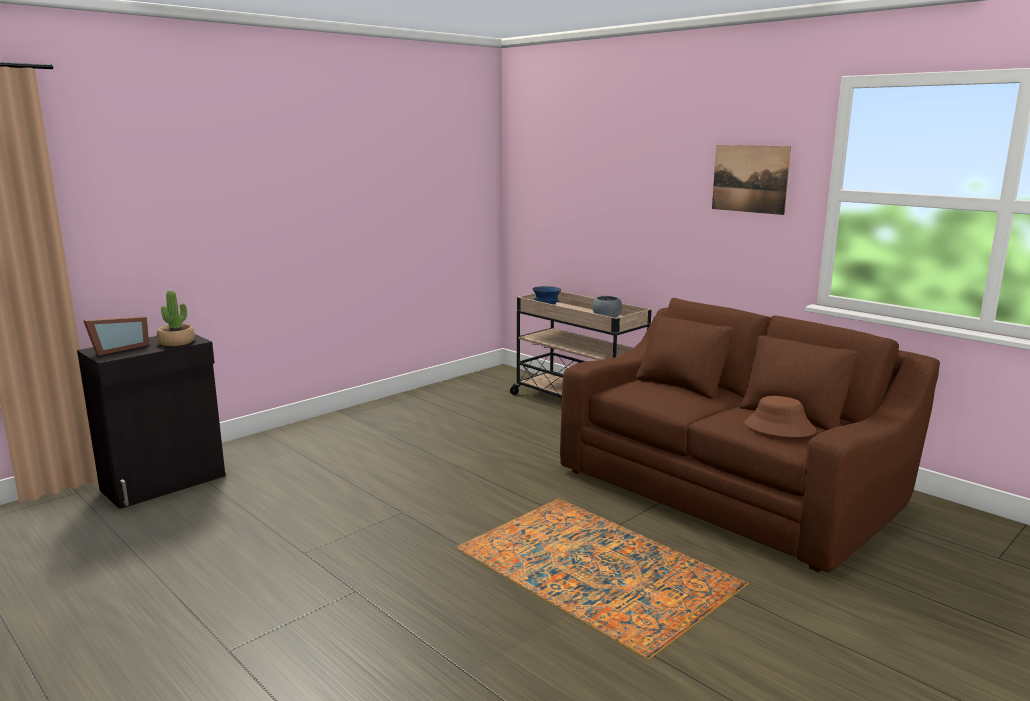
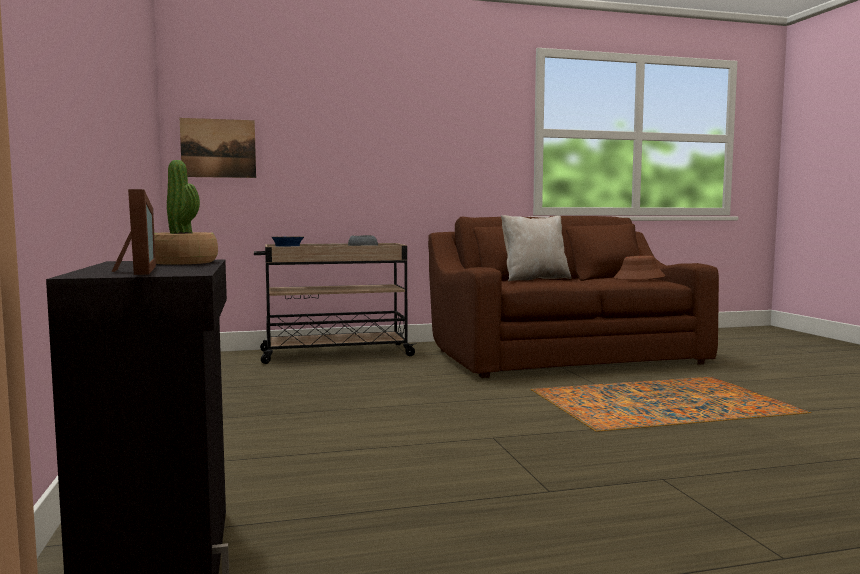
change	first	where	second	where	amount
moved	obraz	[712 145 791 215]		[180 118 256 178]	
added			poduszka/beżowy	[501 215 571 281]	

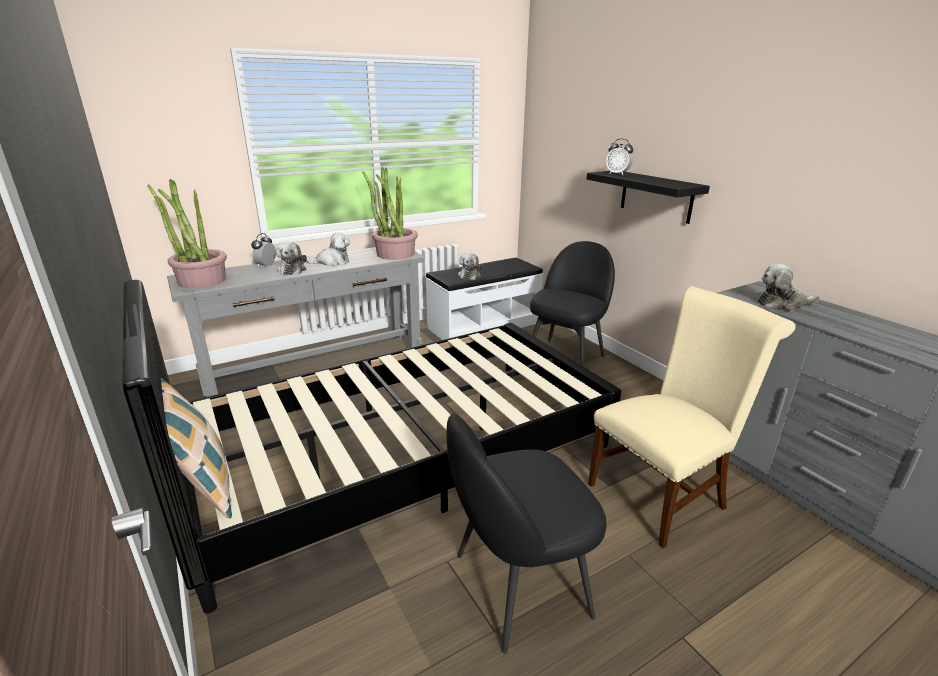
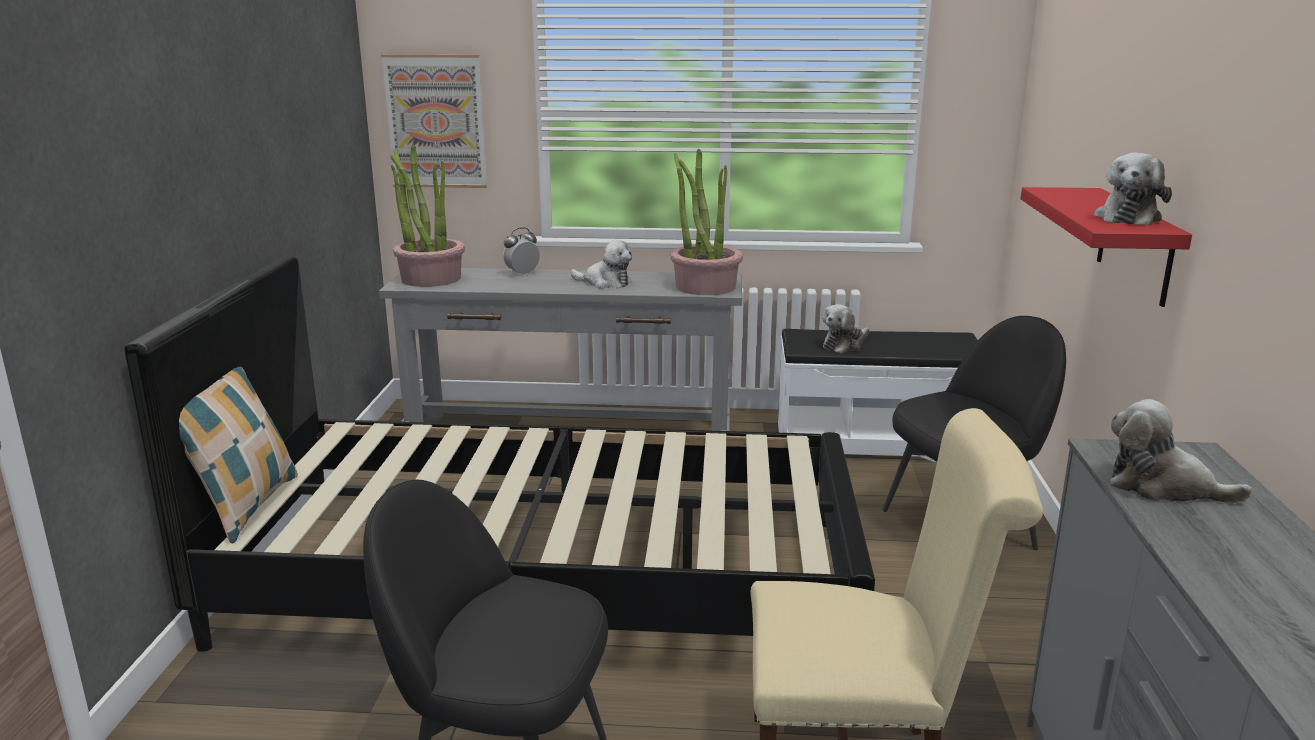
change	first	where	second	where	amount
moved	pluszak	[276 241 307 275]		[1094 153 1172 226]	
recoloured	półka/czarny	[587 171 710 224]	półka/czerwony	[1021 187 1192 307]	
removed	budzik	[606 139 633 175]			
added			obraz	[381 54 487 188]	

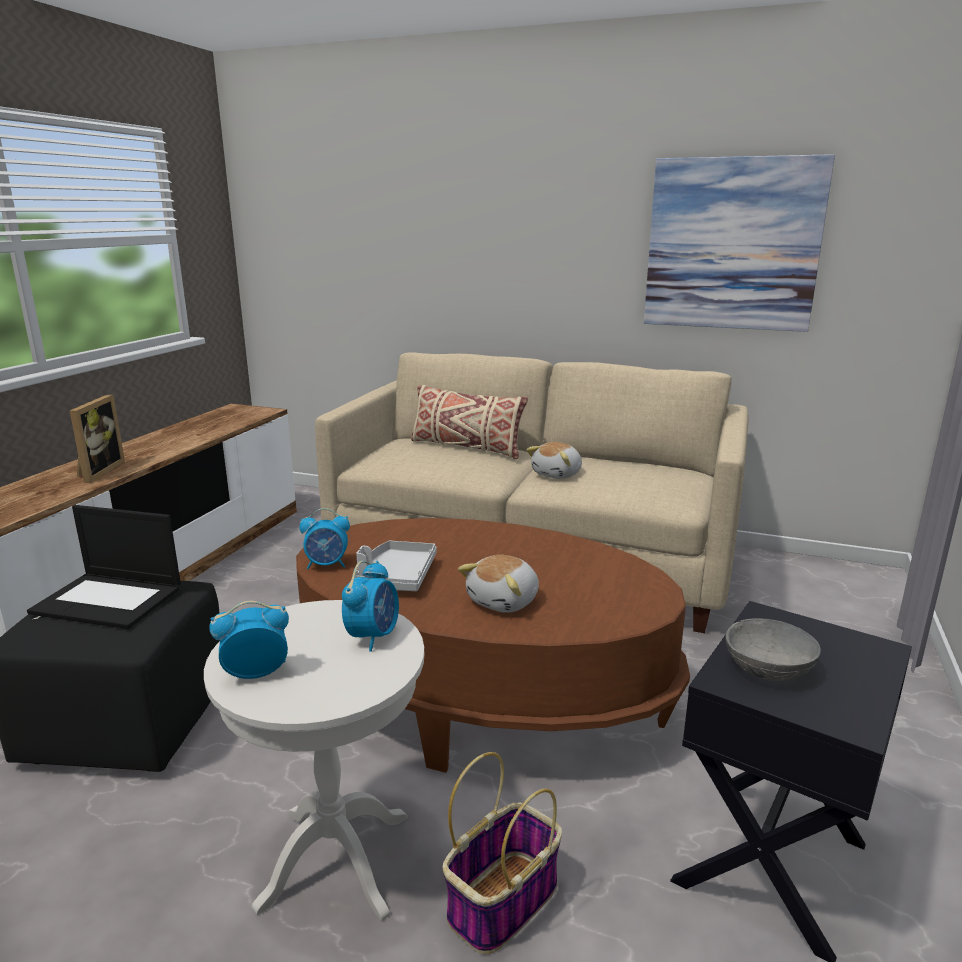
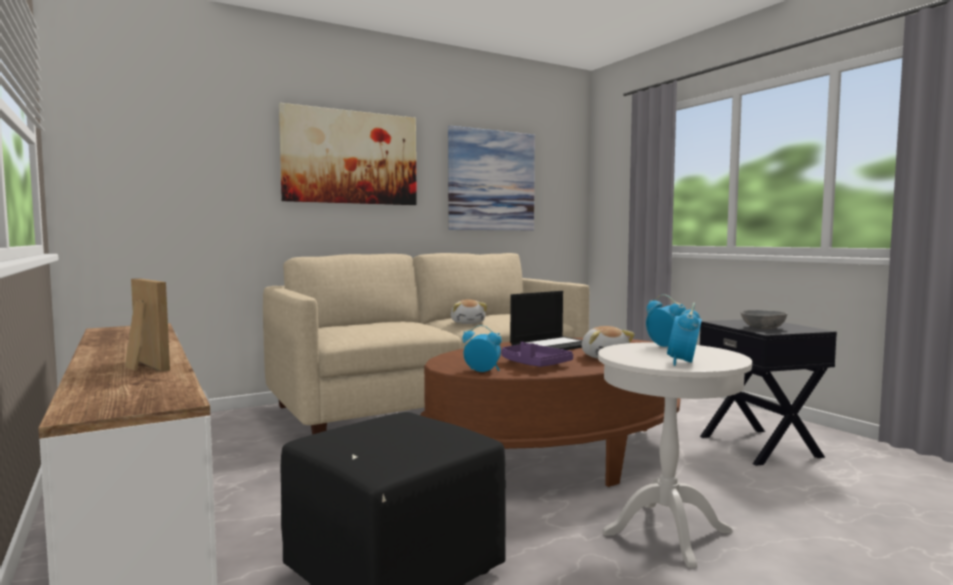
change	first	where	second	where	amount
moved	laptop	[27 505 181 629]		[510 291 582 350]	
turned	budzik	[299 508 350 569]		[462 325 502 372]	105 degrees counterclockwise
recoloured	taca/szary	[355 541 437 591]	taca/fioletowy	[501 342 573 367]	
removed	poduszka/beżowy	[411 385 528 459]			
removed	koszyk	[442 752 562 954]			
added			obraz	[279 103 417 205]	

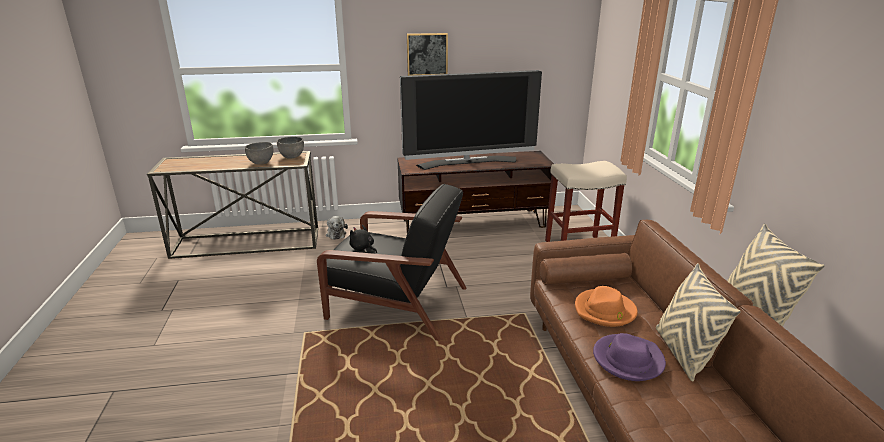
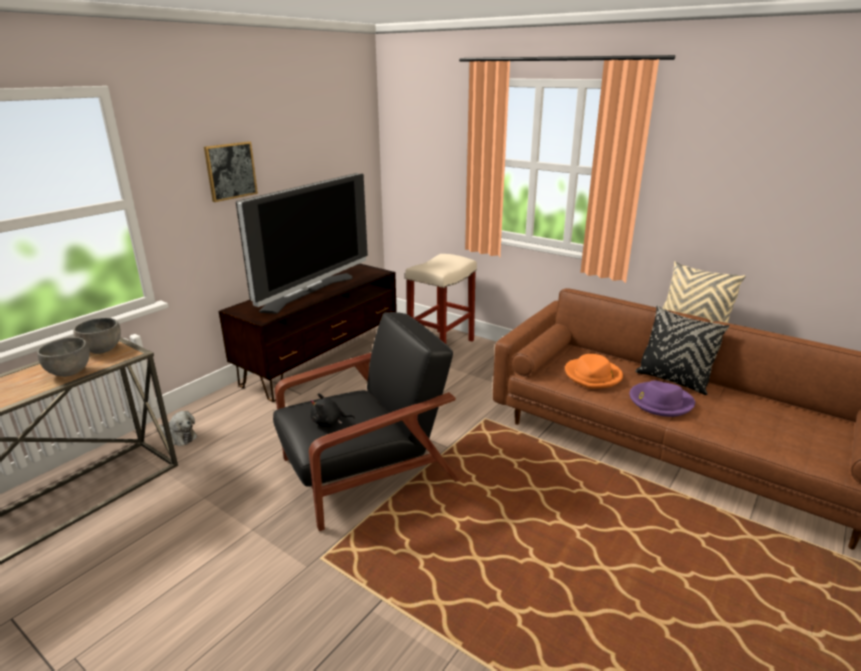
change	first	where	second	where	amount
recoloured	poduszka/beżowy	[656 263 741 381]	poduszka/czarny	[635 306 729 395]	

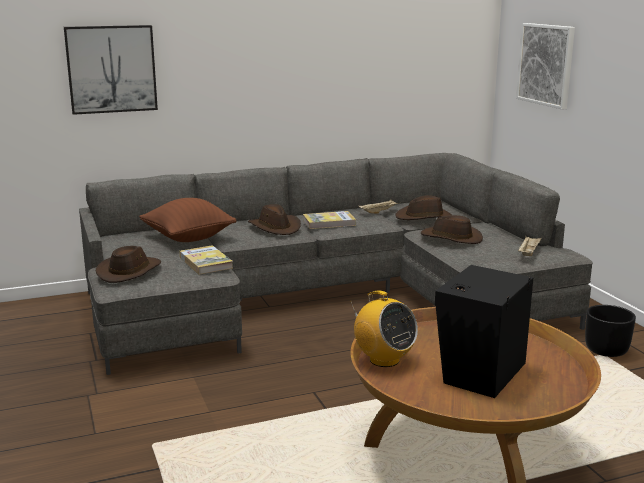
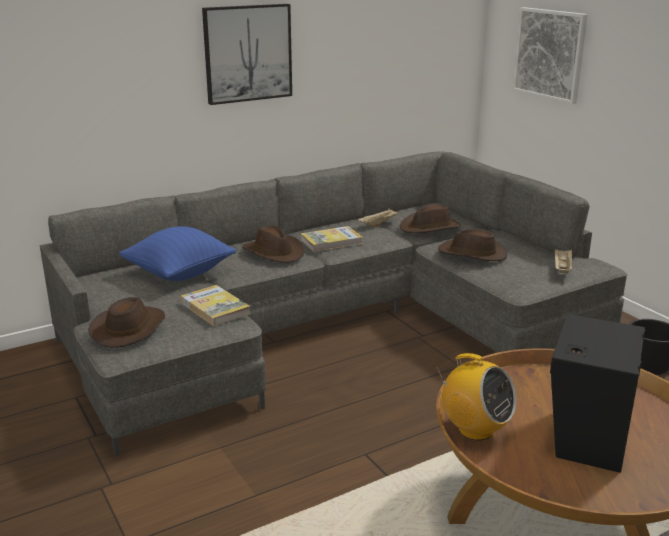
change	first	where	second	where	amount
moved	obraz	[64 25 158 115]		[202 4 292 105]	
recoloured	poduszka/brązowy	[139 198 236 242]	poduszka/niebieski	[119 226 236 281]	

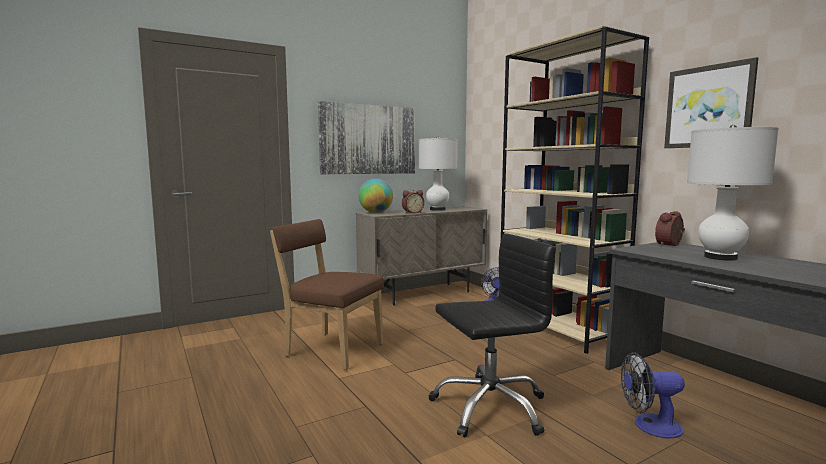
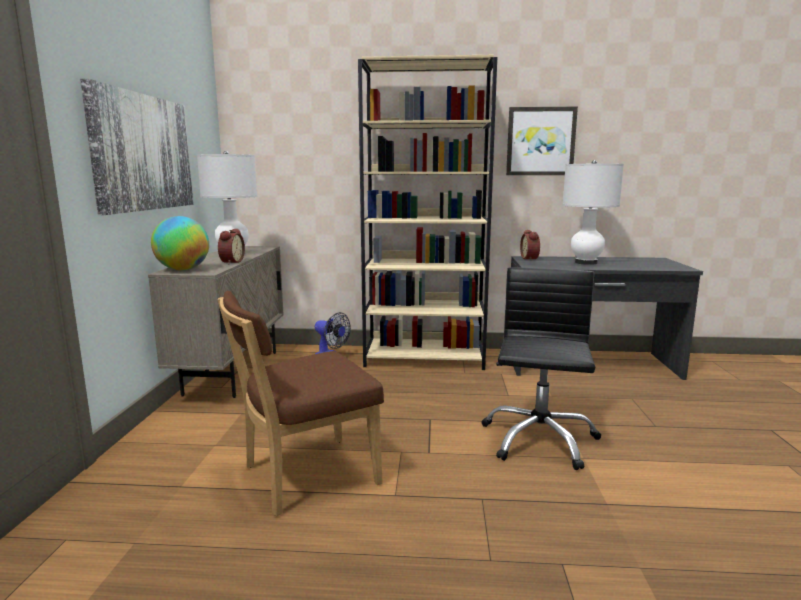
change	first	where	second	where	amount
removed	wentylator	[621 352 685 439]			

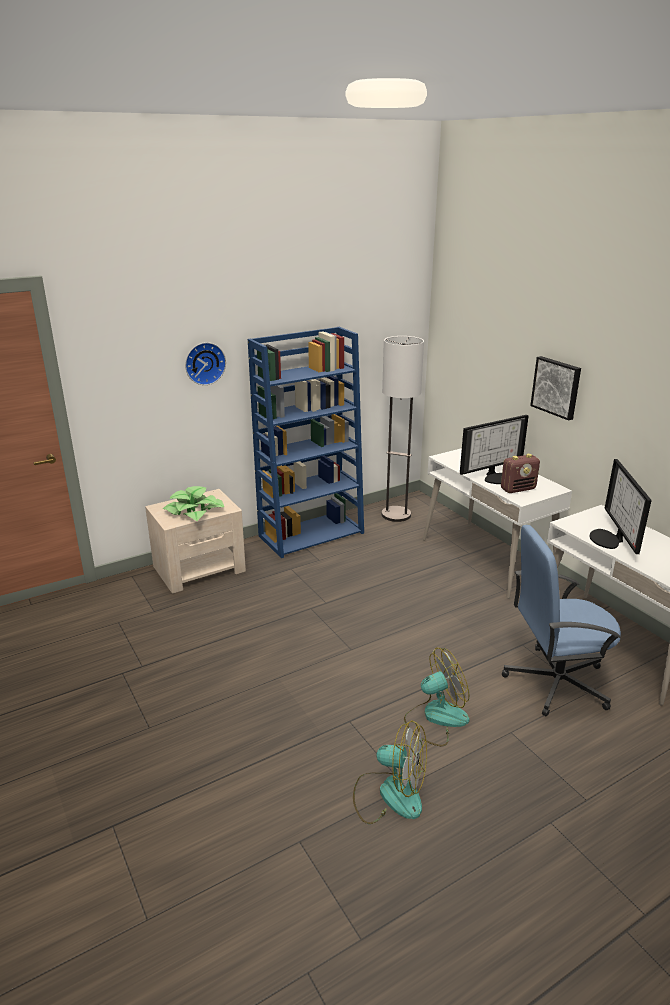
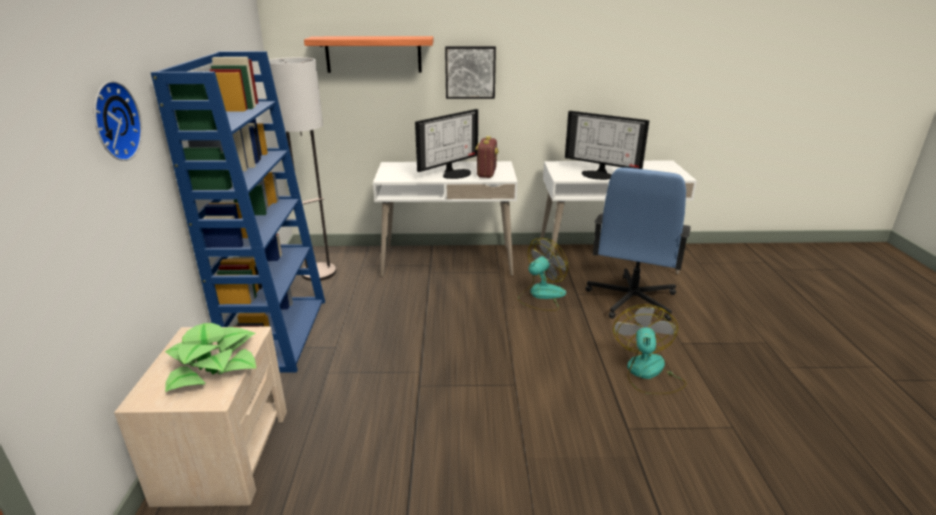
change	first	where	second	where	amount
moved	wentylator	[353 720 427 824]		[518 238 568 311]	
turned	monitor	[460 415 529 484]		[415 109 478 179]	45 degrees clockwise
added			półka	[304 36 434 73]	

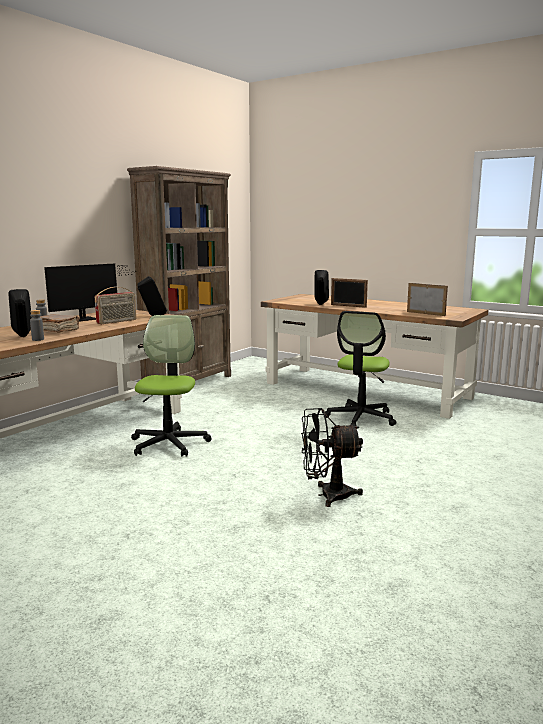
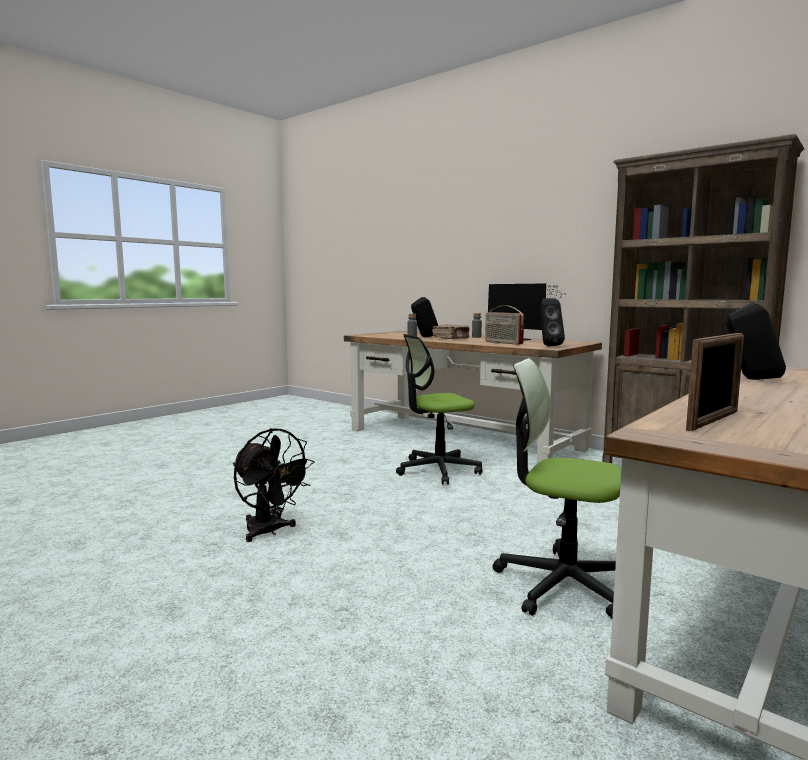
change	first	where	second	where	amount
turned	krzesło biurowe	[131 315 212 457]		[396 334 483 484]	150 degrees clockwise
turned	wentylator/czarny	[301 408 363 507]		[233 428 315 542]	135 degrees clockwise
removed	ramka na zdjęcie	[331 278 368 308]			

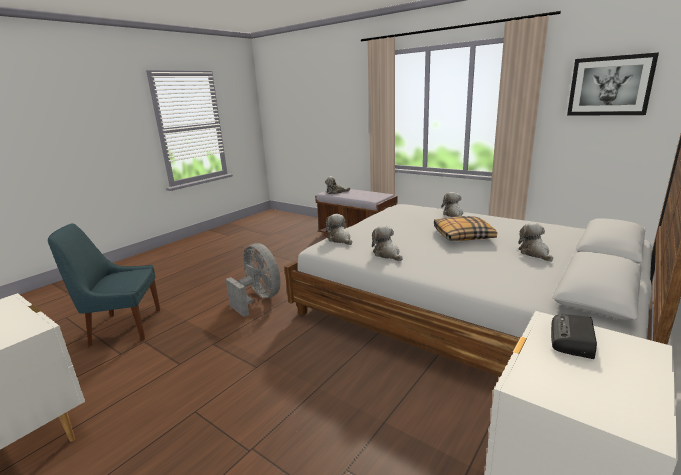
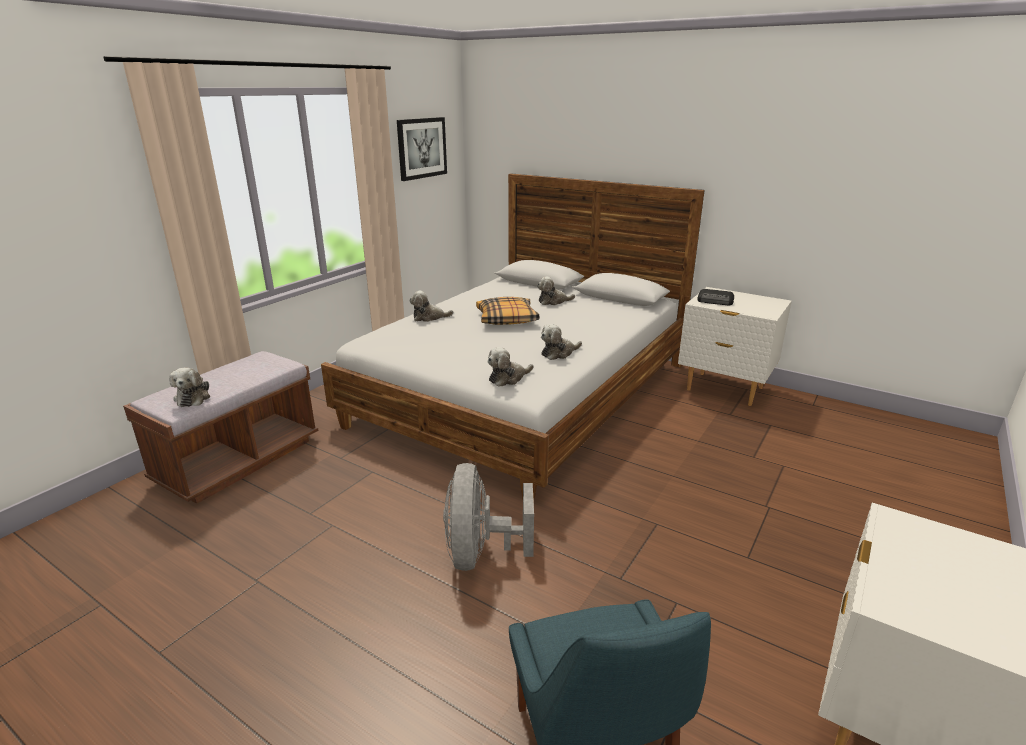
change	first	where	second	where	amount
turned	wentylator/szary	[226 243 281 317]		[443 463 534 571]	45 degrees counterclockwise

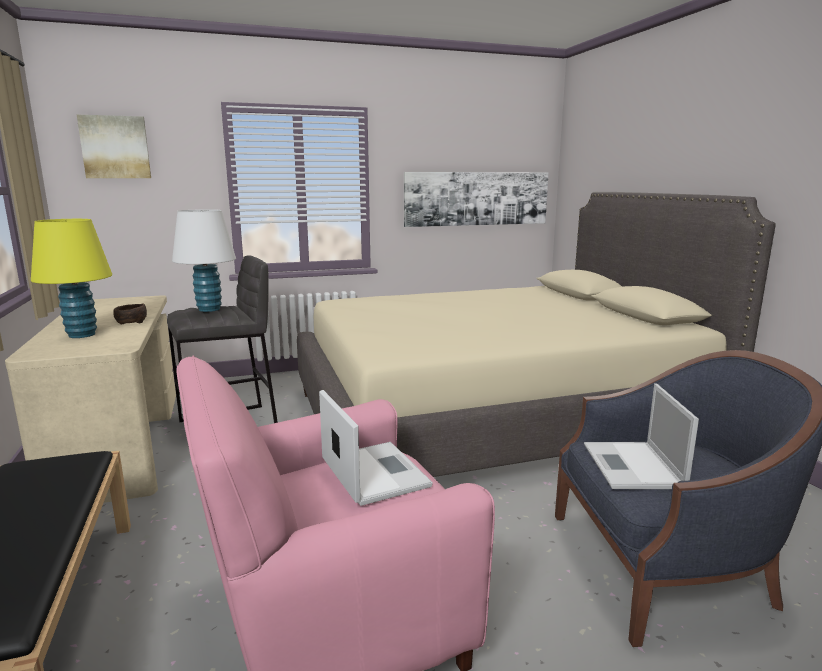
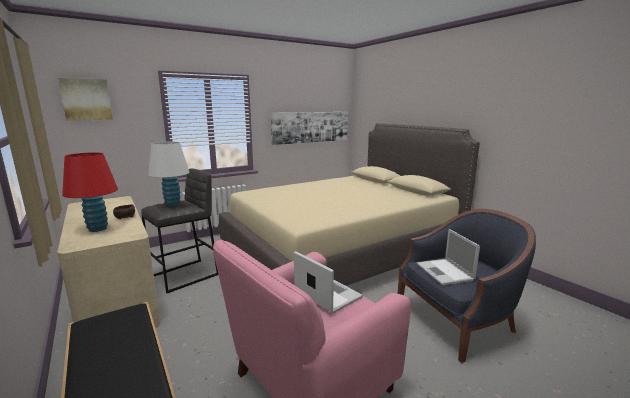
change	first	where	second	where	amount
recoloured	lampa stołowa/żółty	[31 219 112 338]	lampa stołowa/czerwony	[62 152 118 232]	

